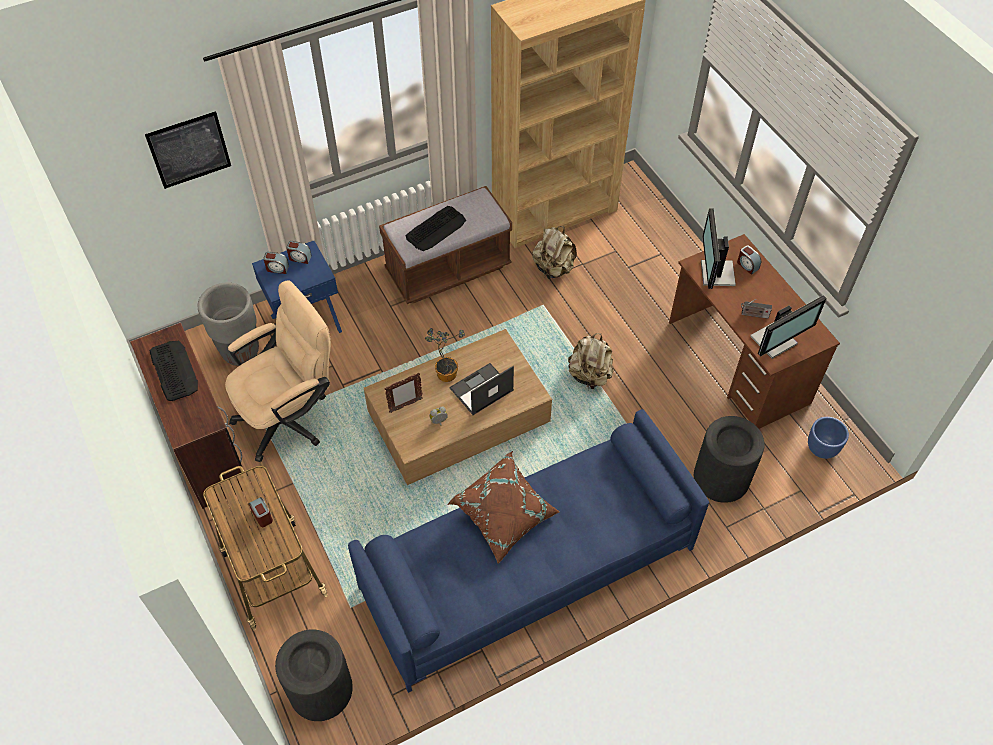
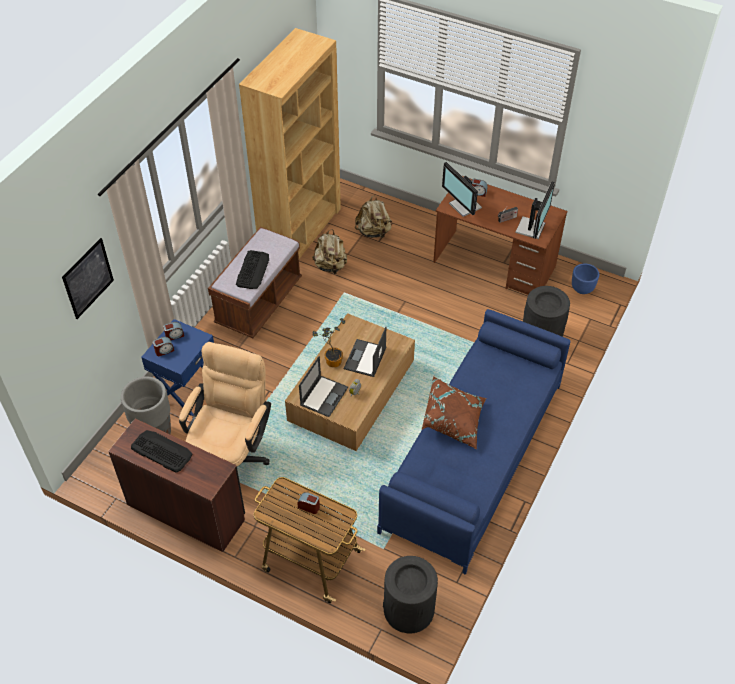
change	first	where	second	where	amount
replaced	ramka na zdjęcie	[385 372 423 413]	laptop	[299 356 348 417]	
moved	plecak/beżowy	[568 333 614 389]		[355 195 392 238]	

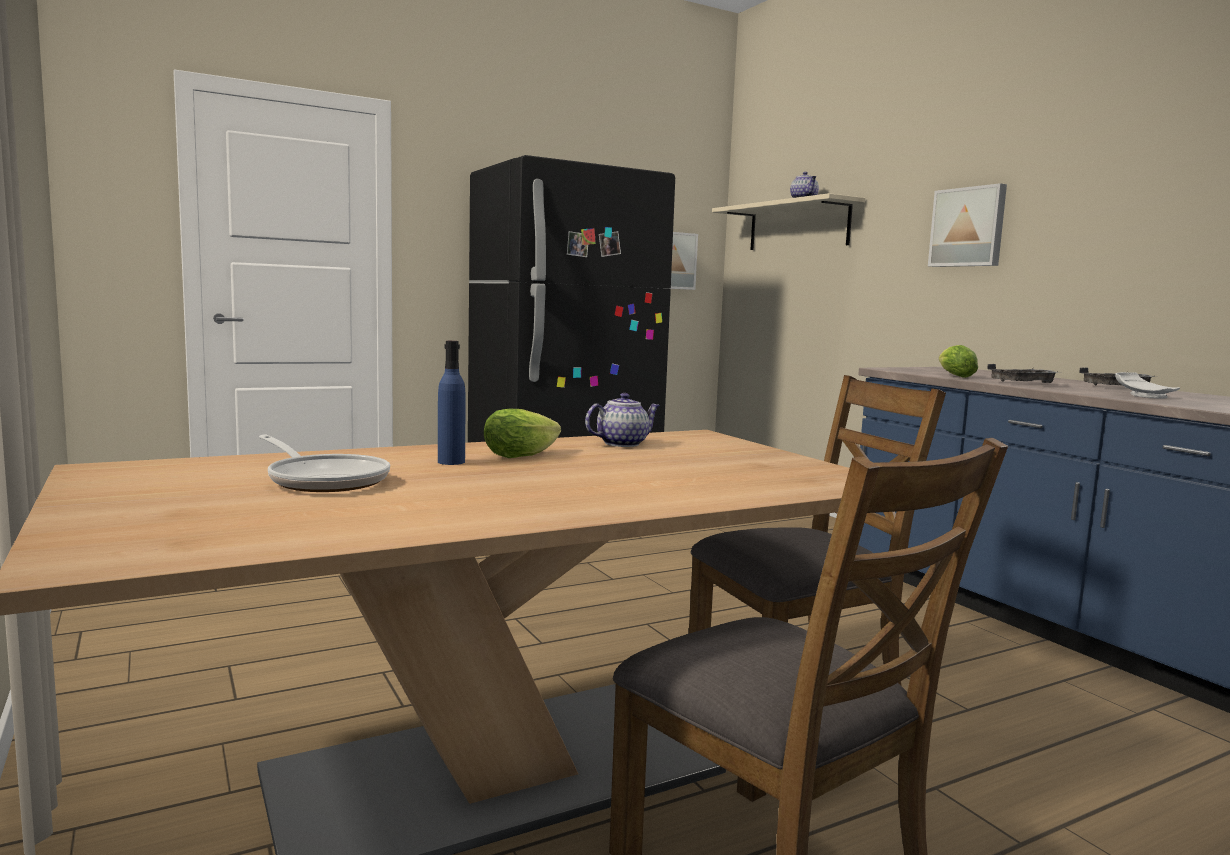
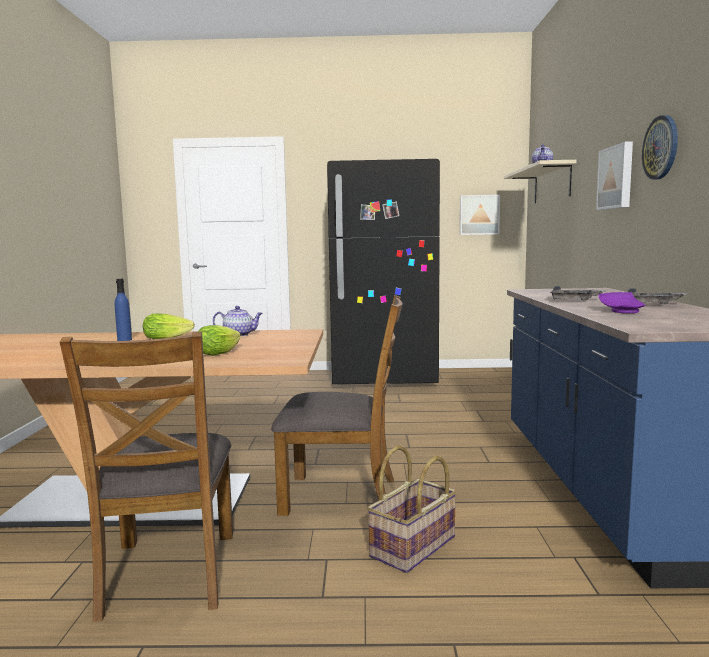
change	first	where	second	where	amount
removed	patelnia	[259 434 390 492]			
moved	sałata	[939 345 978 378]		[198 325 241 356]	
recoloured	talerz/biały	[1115 372 1180 399]	talerz/fioletowy	[599 292 645 313]	
added			koszyk	[367 446 457 573]	
added			zegar ścienny	[642 115 678 180]	

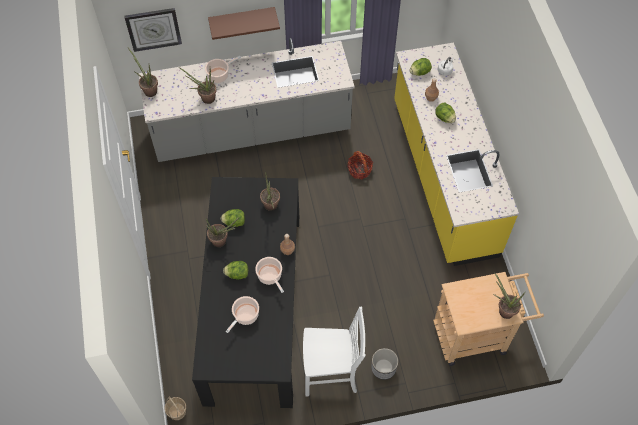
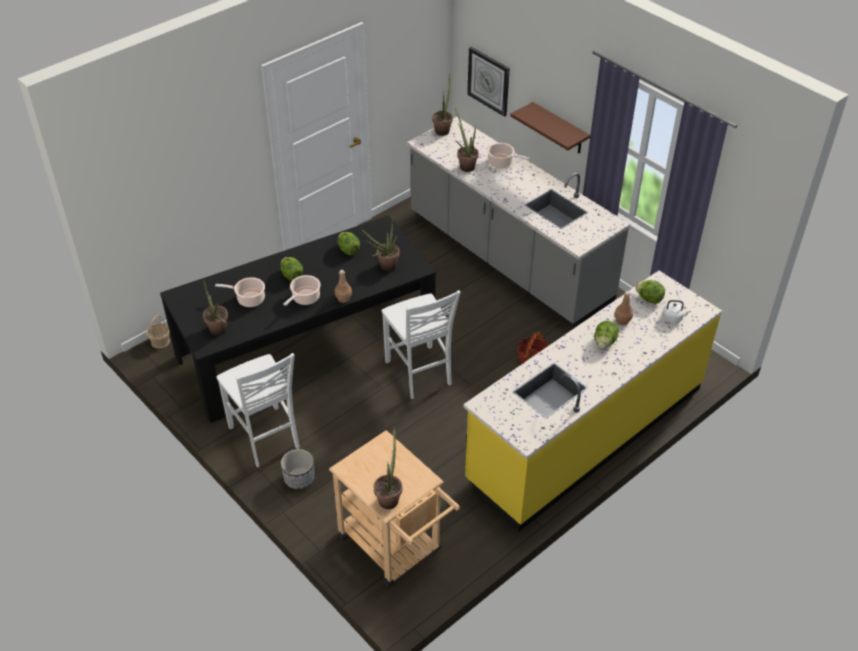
change	first	where	second	where	amount
moved	roślina doniczkowa	[206 217 239 247]		[203 279 228 335]	
added			krzesło/biały	[382 290 461 399]	

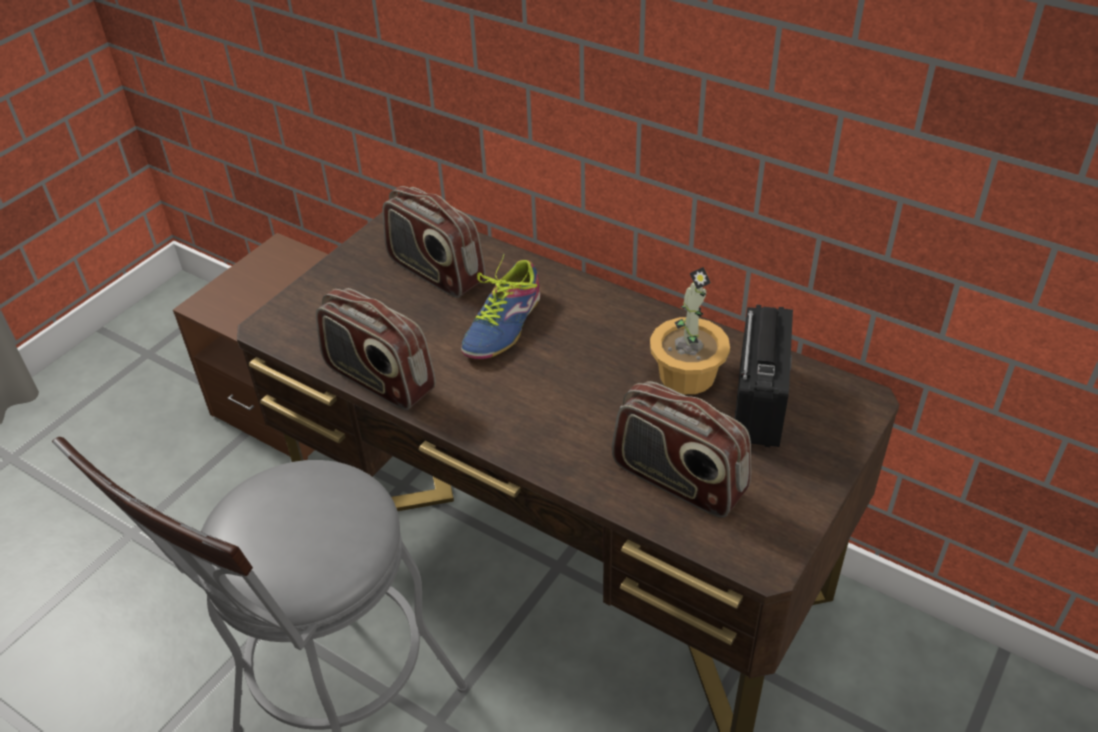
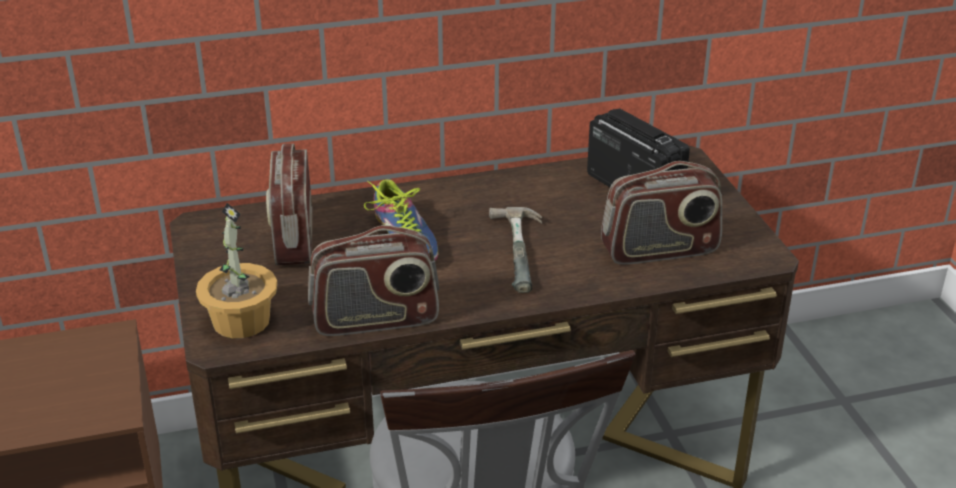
change	first	where	second	where	amount
turned	radio	[382 186 485 298]		[266 144 312 265]	90 degrees clockwise
moved	roślina doniczkowa	[650 267 730 394]		[196 203 278 338]	
added			młotek	[489 207 542 293]	

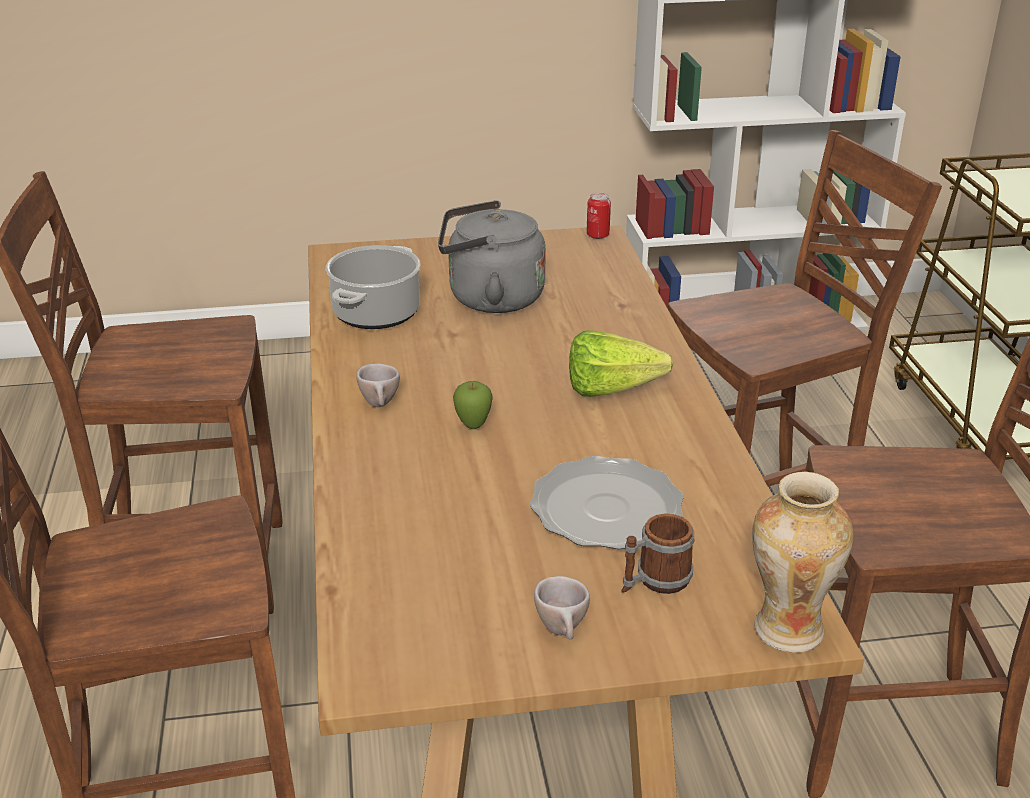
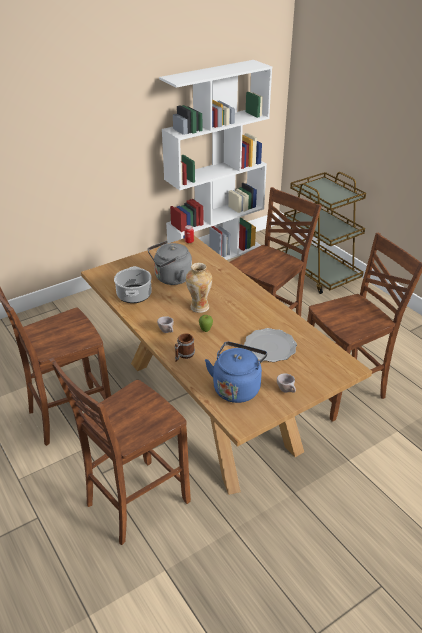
change	first	where	second	where	amount
removed	sałata	[569 330 673 397]			
moved	kubek	[622 513 694 594]		[175 333 195 362]	
moved	wazon	[752 472 853 653]		[186 263 212 313]	
added			czajnik/niebieski	[205 342 267 403]	

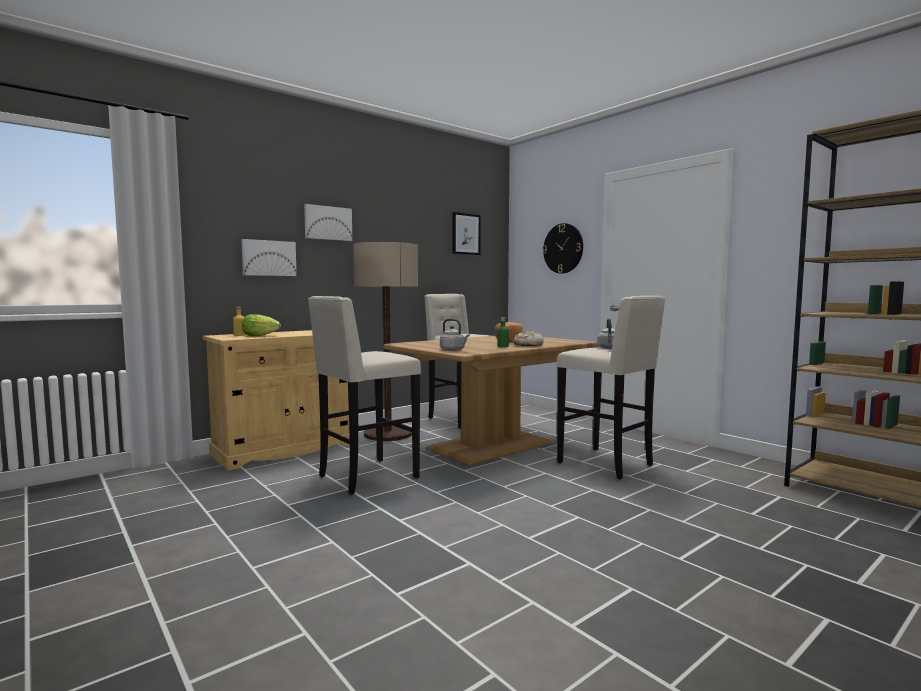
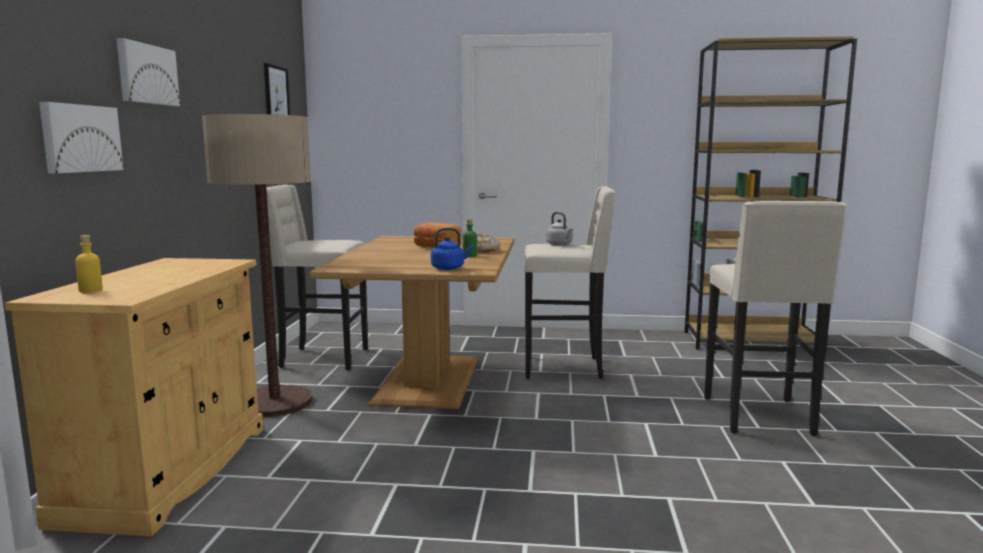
change	first	where	second	where	amount
removed	sałata	[242 314 281 336]			
moved	stołek/beżowy	[308 296 421 495]		[704 201 847 436]	
recoloured	czajnik/szary	[440 319 470 351]	czajnik/niebieski	[431 228 474 270]	
removed	zegar ścienny	[542 223 583 274]			

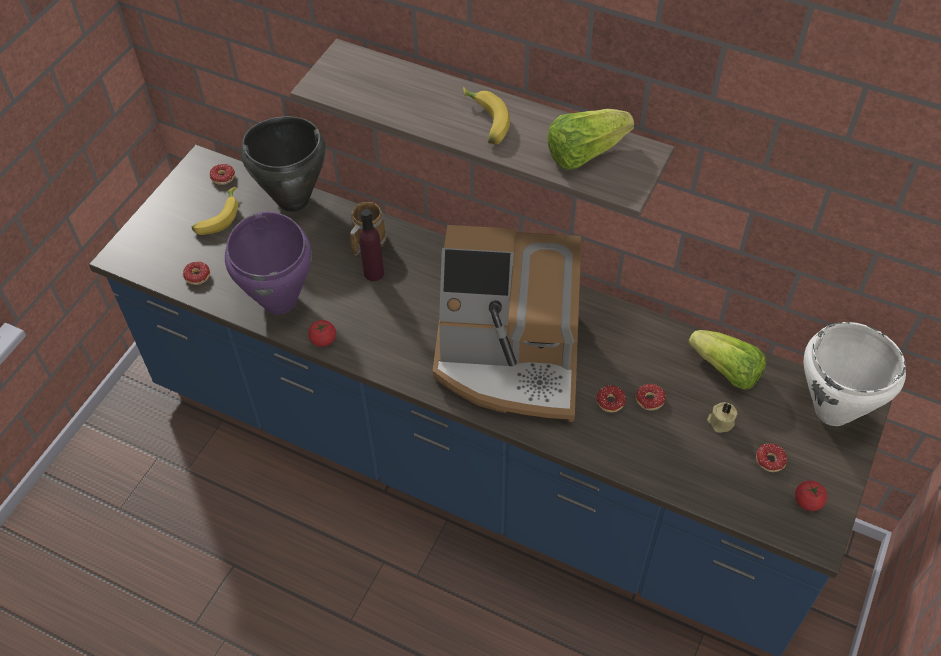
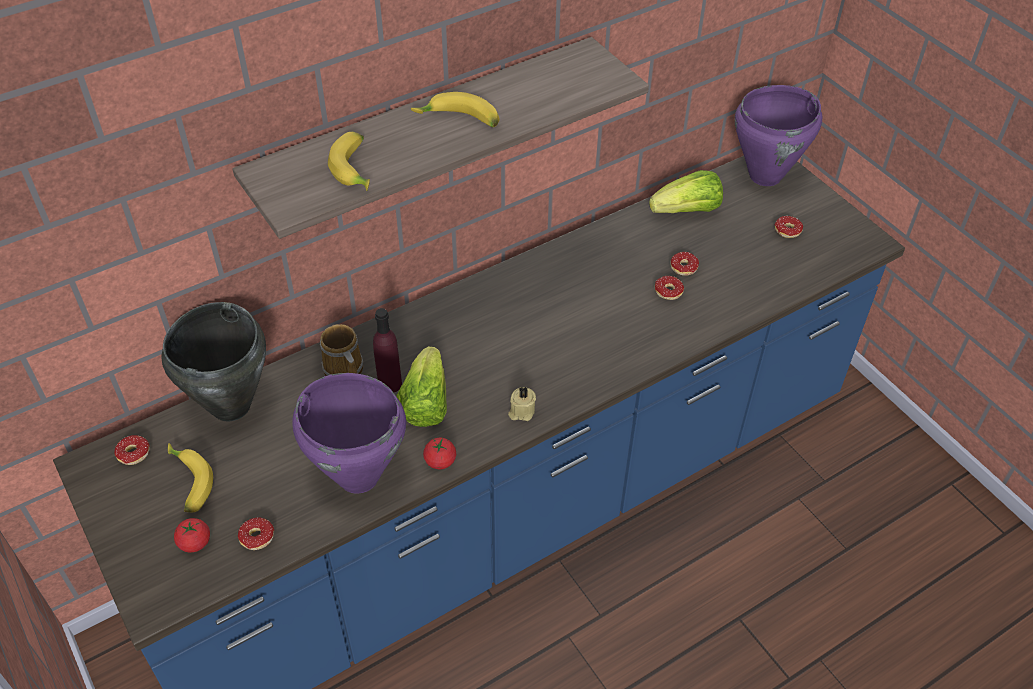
change	first	where	second	where	amount
removed	ekspres do kawy	[433 225 582 422]			
moved	sałata	[547 109 634 170]		[396 346 447 427]	
moved	świeca/beżowy	[707 402 738 433]		[508 386 536 421]	
moved	pomidor	[795 481 827 511]		[174 518 210 552]	
recoloured	garnek/biały	[804 322 906 426]	garnek/fioletowy	[735 85 822 186]	
added			banan	[328 132 370 191]	

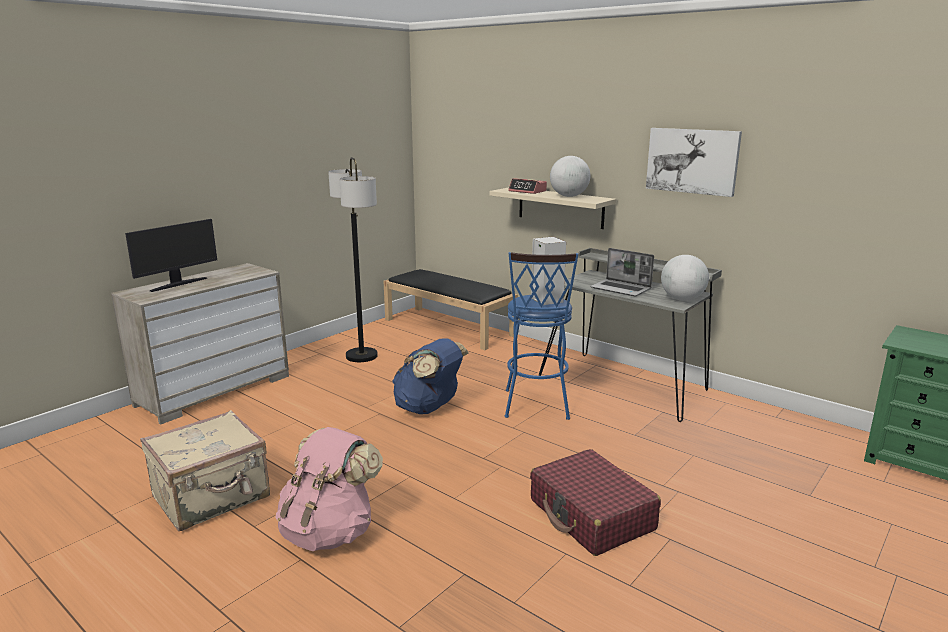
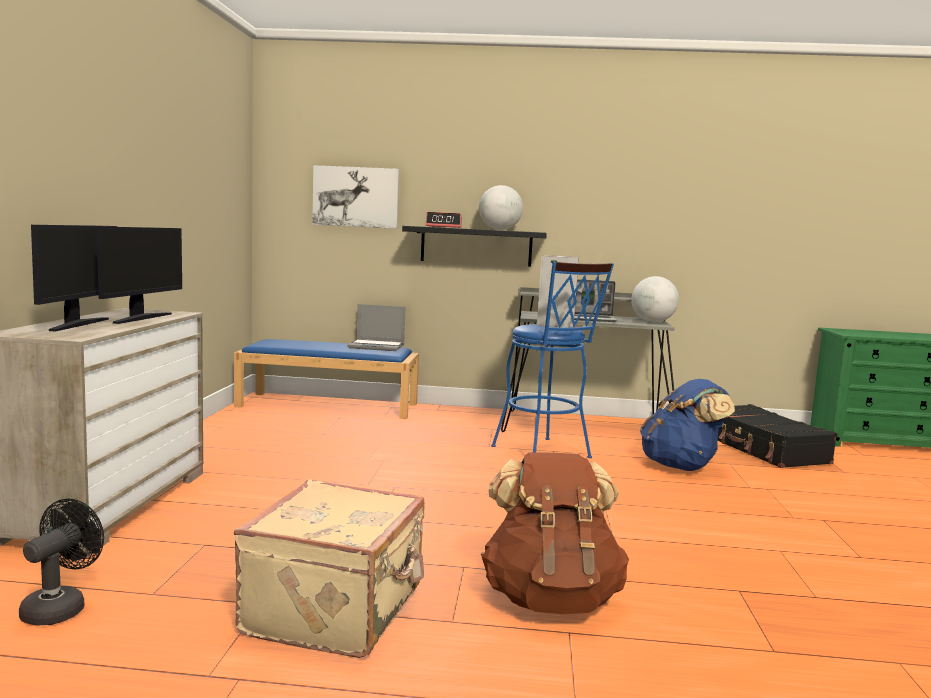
change	first	where	second	where	amount
recoloured	plecak/różowy	[275 427 383 551]	plecak/brązowy	[481 452 629 614]	
removed	lampa stojąca	[328 157 378 362]			
recoloured	ławka/czarny	[383 269 518 350]	ławka/niebieski	[234 339 419 419]	
moved	plecak/niebieski	[392 338 469 414]		[640 379 735 471]	
recoloured	półka/beżowy	[489 188 616 229]	półka/czarny	[402 226 547 267]	
removed	walizka/czerwony	[530 449 661 556]			
moved	obraz	[646 128 742 197]		[312 165 400 229]	
added			wentylator/czarny	[19 499 104 626]	
added			monitor	[97 226 182 324]	
added			laptop	[347 304 405 351]	
added			walizka/czarny	[718 404 837 468]	

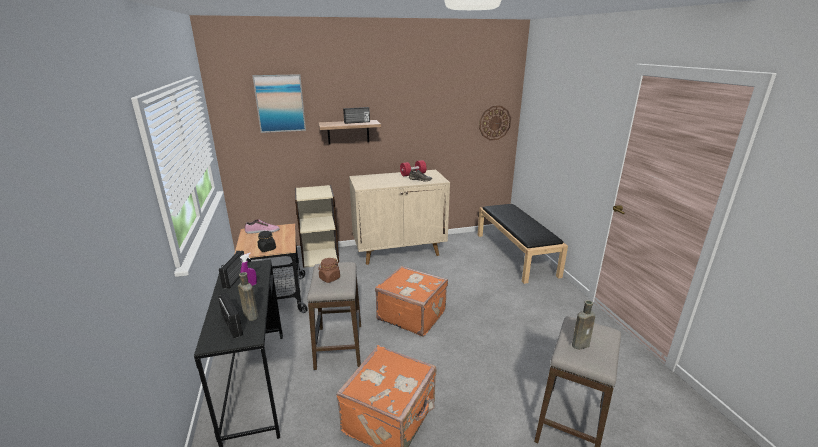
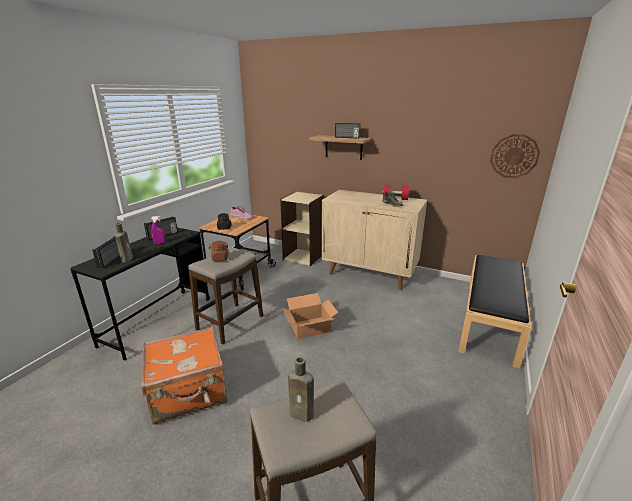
change	first	where	second	where	amount
removed	obraz	[253 74 306 133]			
replaced	walizka/pomarańczowy	[375 266 448 336]	karton	[282 293 338 339]	

